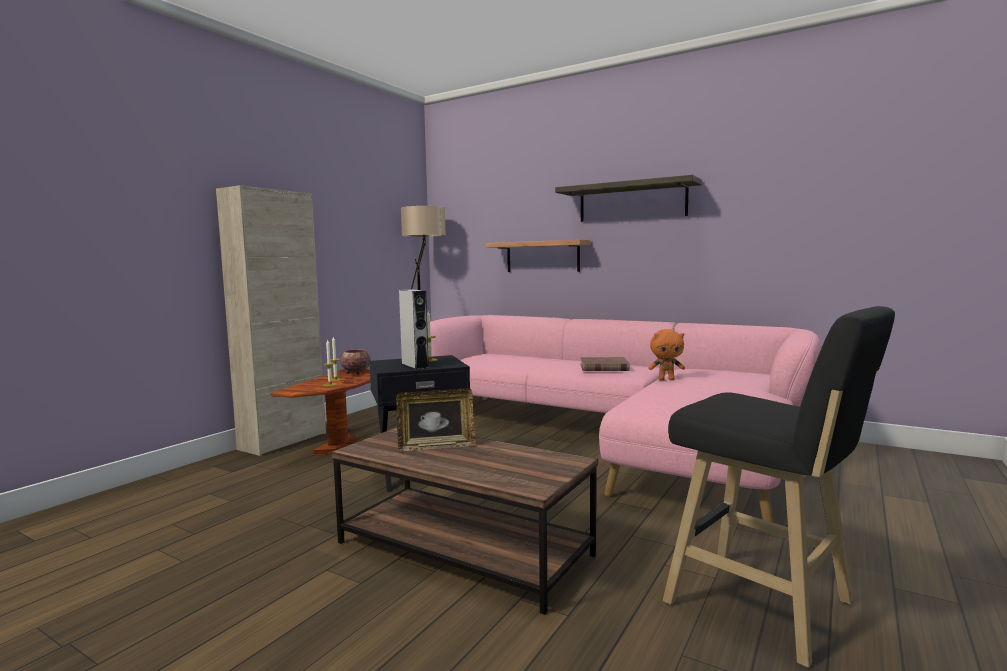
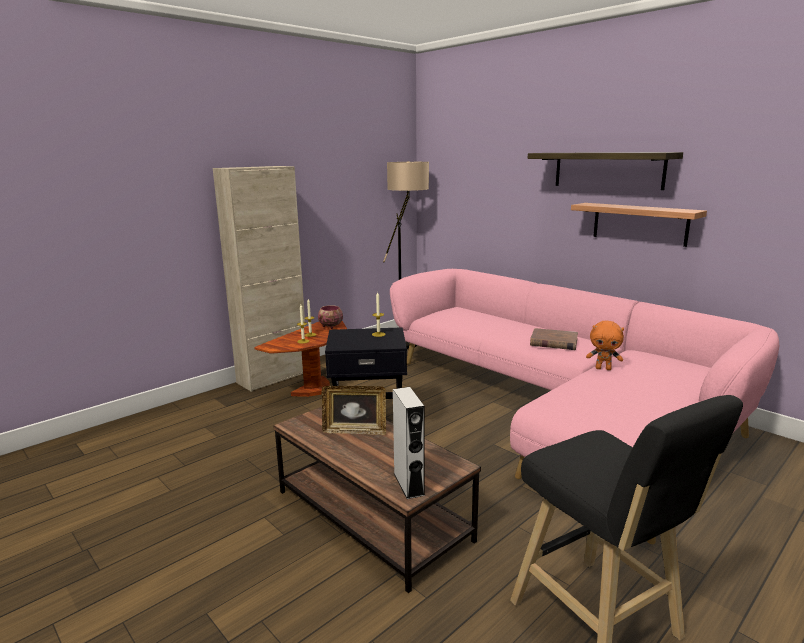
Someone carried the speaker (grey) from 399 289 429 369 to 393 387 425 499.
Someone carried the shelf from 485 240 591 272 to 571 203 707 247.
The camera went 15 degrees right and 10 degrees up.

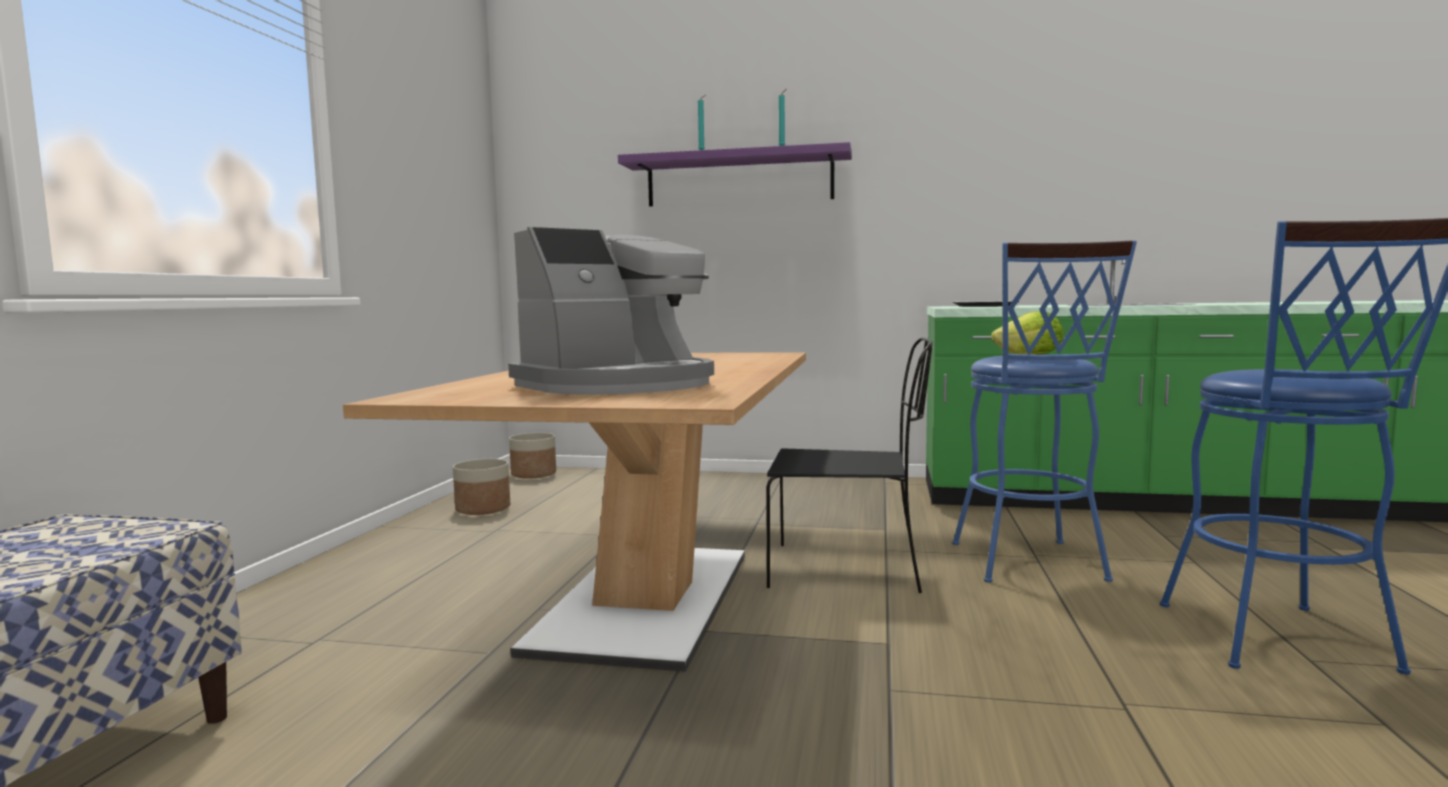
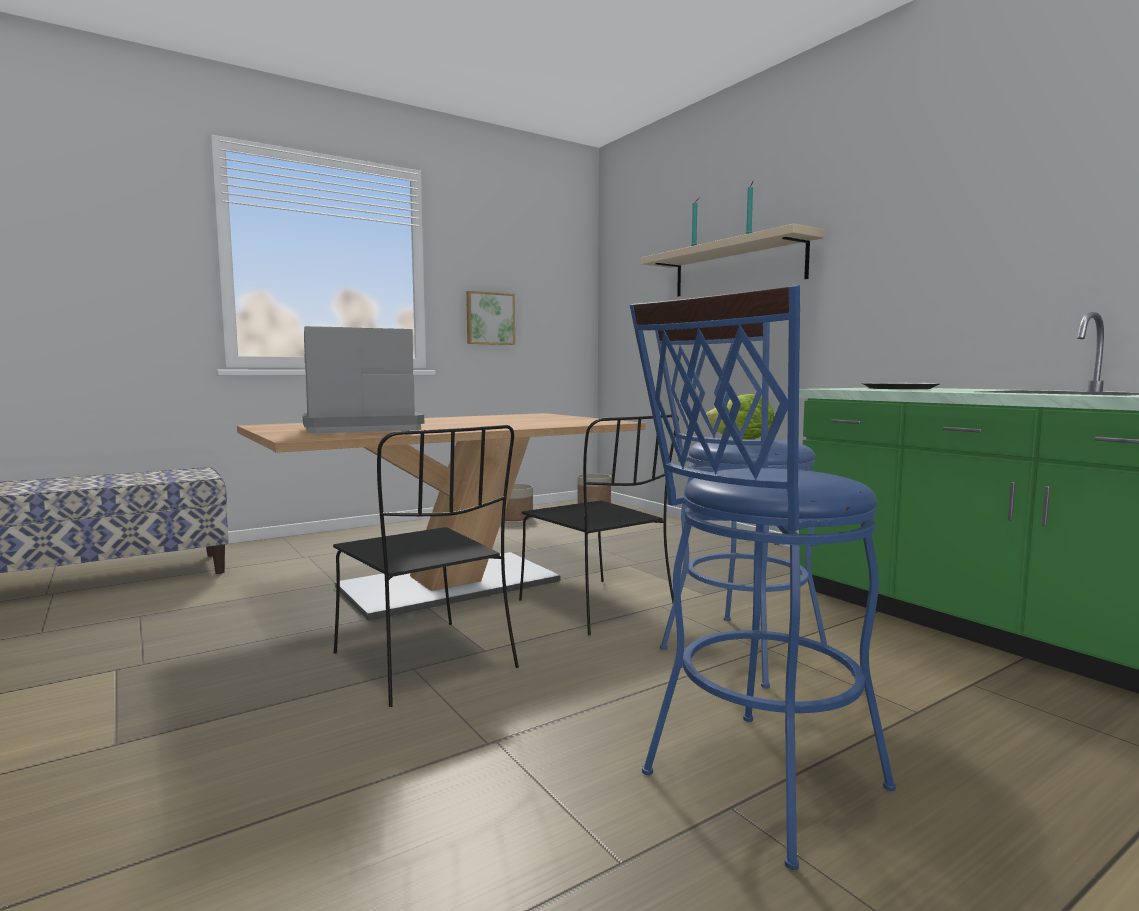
Someone rotated the coffee machine at 508 227 714 395 by 150 degrees clockwise.
Someone put down the chair (black) at 333 425 519 707.
Someone put up the picture at 466 291 515 345.
Someone repainted the shelf (purple) at 618 142 852 207, which became the shelf (beige) at 641 224 825 297.
The camera went 45 degrees right and 0 degrees up.

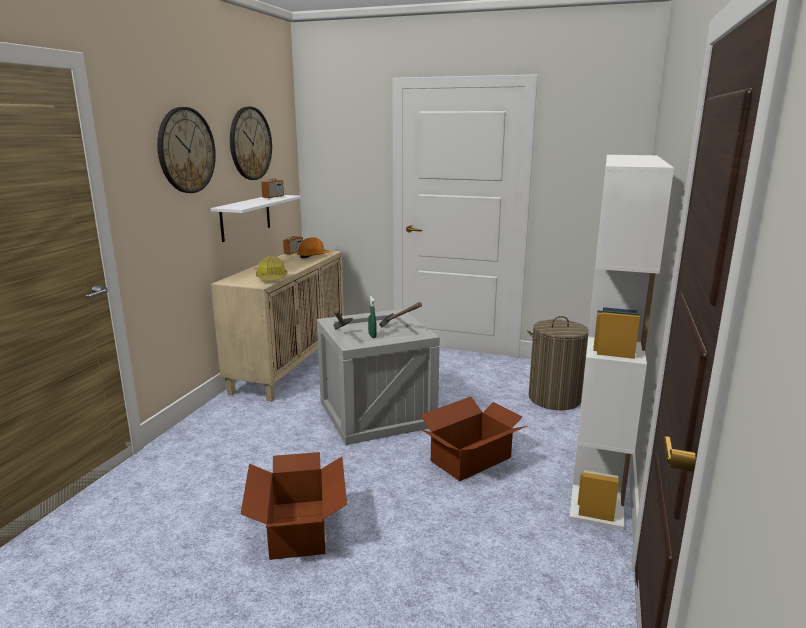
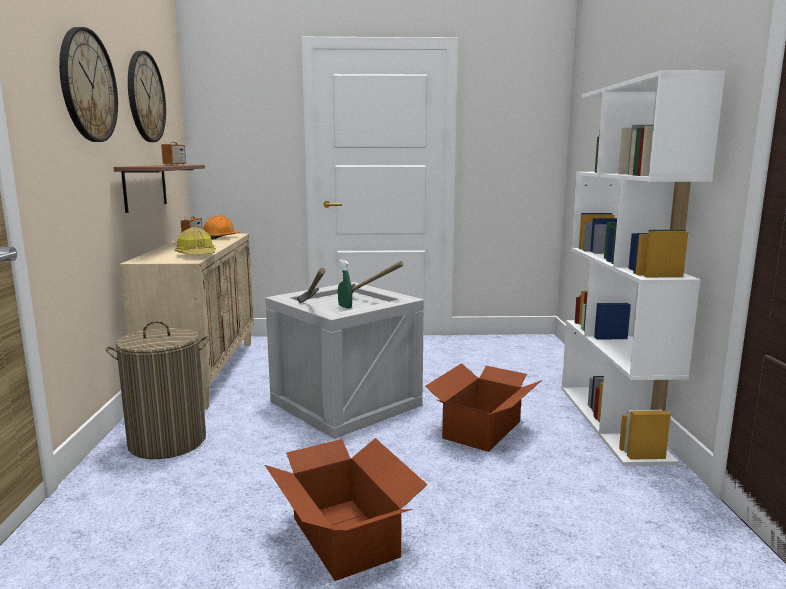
Someone carried the laundry basket from 527 316 589 410 to 106 321 209 459.
Someone repainted the shelf (white) at 211 195 301 242, which became the shelf (brown) at 114 165 205 213.
The camera went 20 degrees left and 5 degrees down.

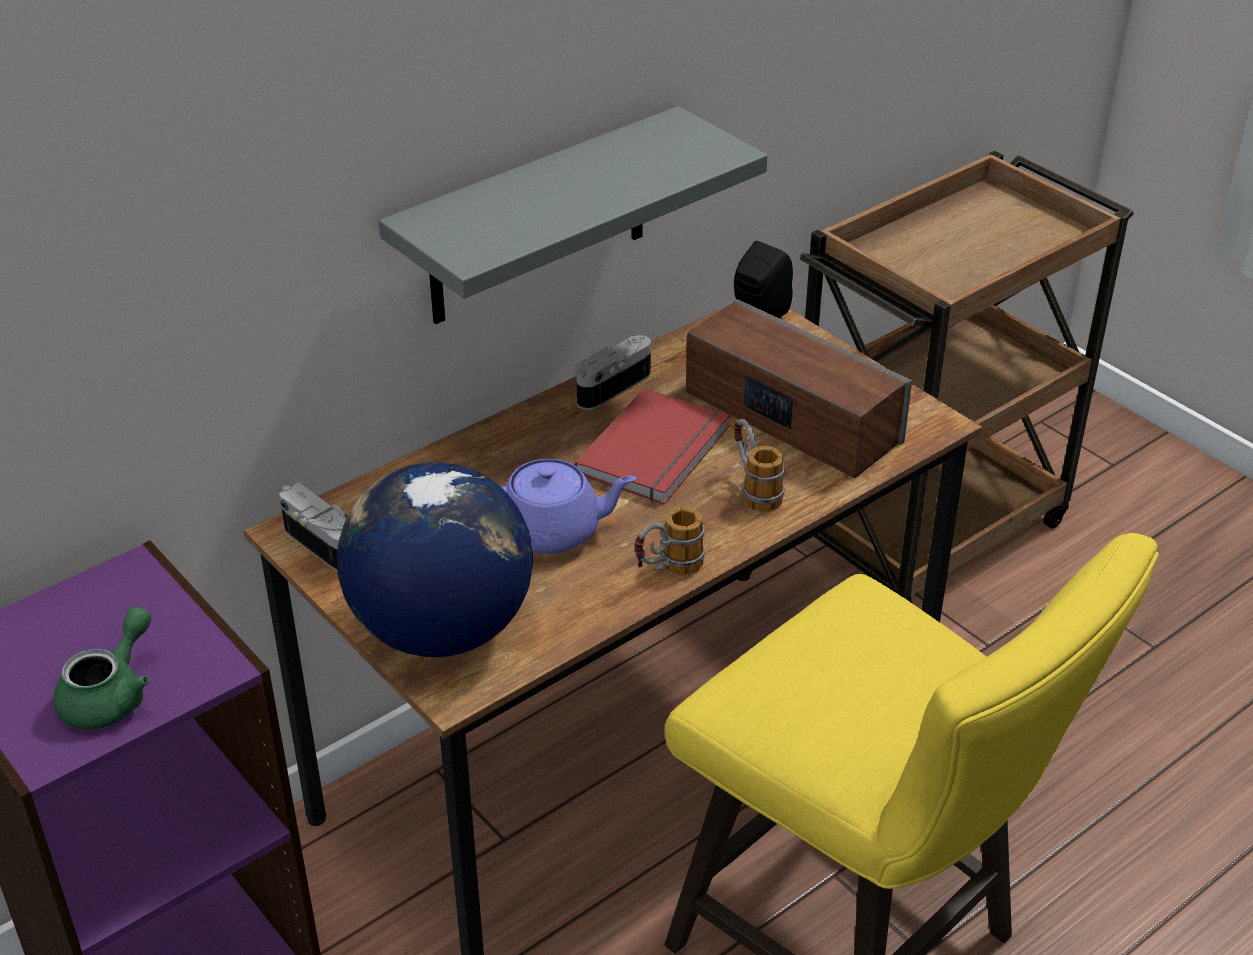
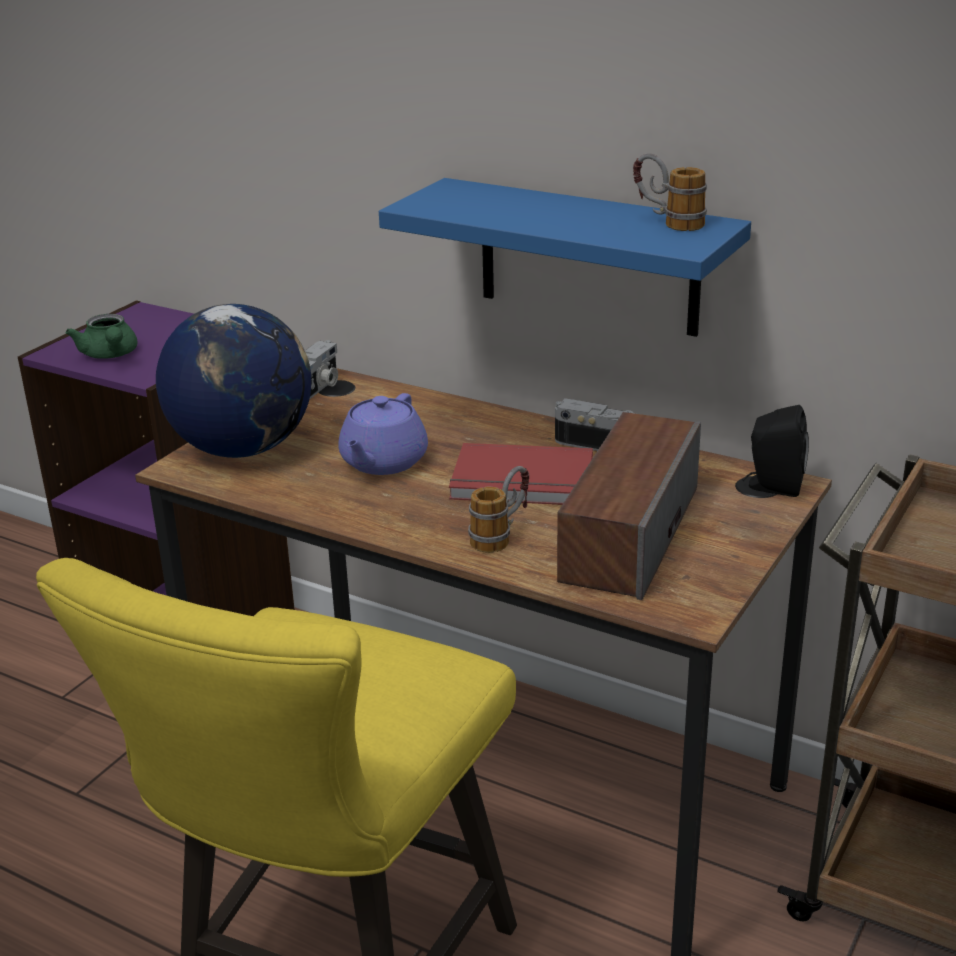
Someone rotated the teapot (green) at 53 607 151 729 by 60 degrees clockwise.
Someone rotated the teapot (purple) at 502 459 637 554 by 45 degrees clockwise.
Someone repainted the shelf (grey) at 379 106 768 324, which became the shelf (blue) at 379 178 751 337.
Someone carried the mug from 635 507 705 576 to 633 153 707 231.
The camera went 70 degrees right and 10 degrees down.

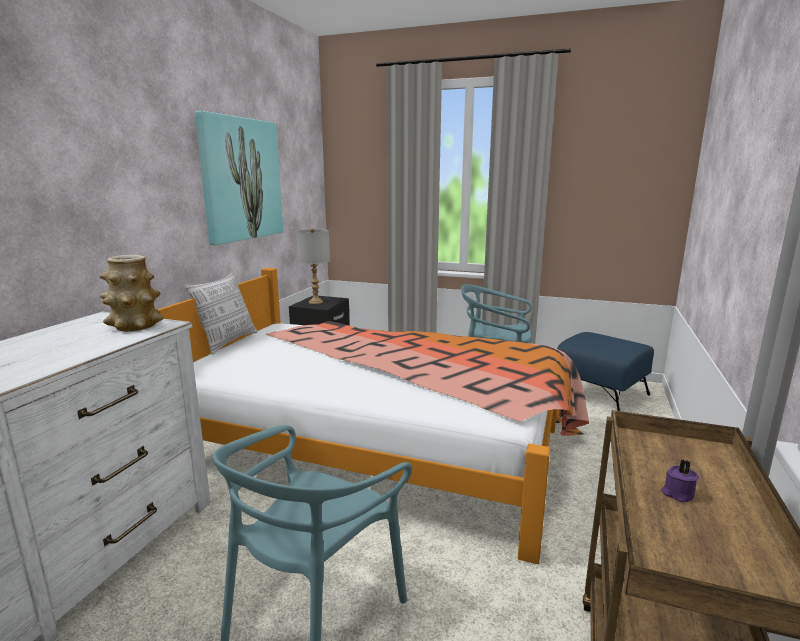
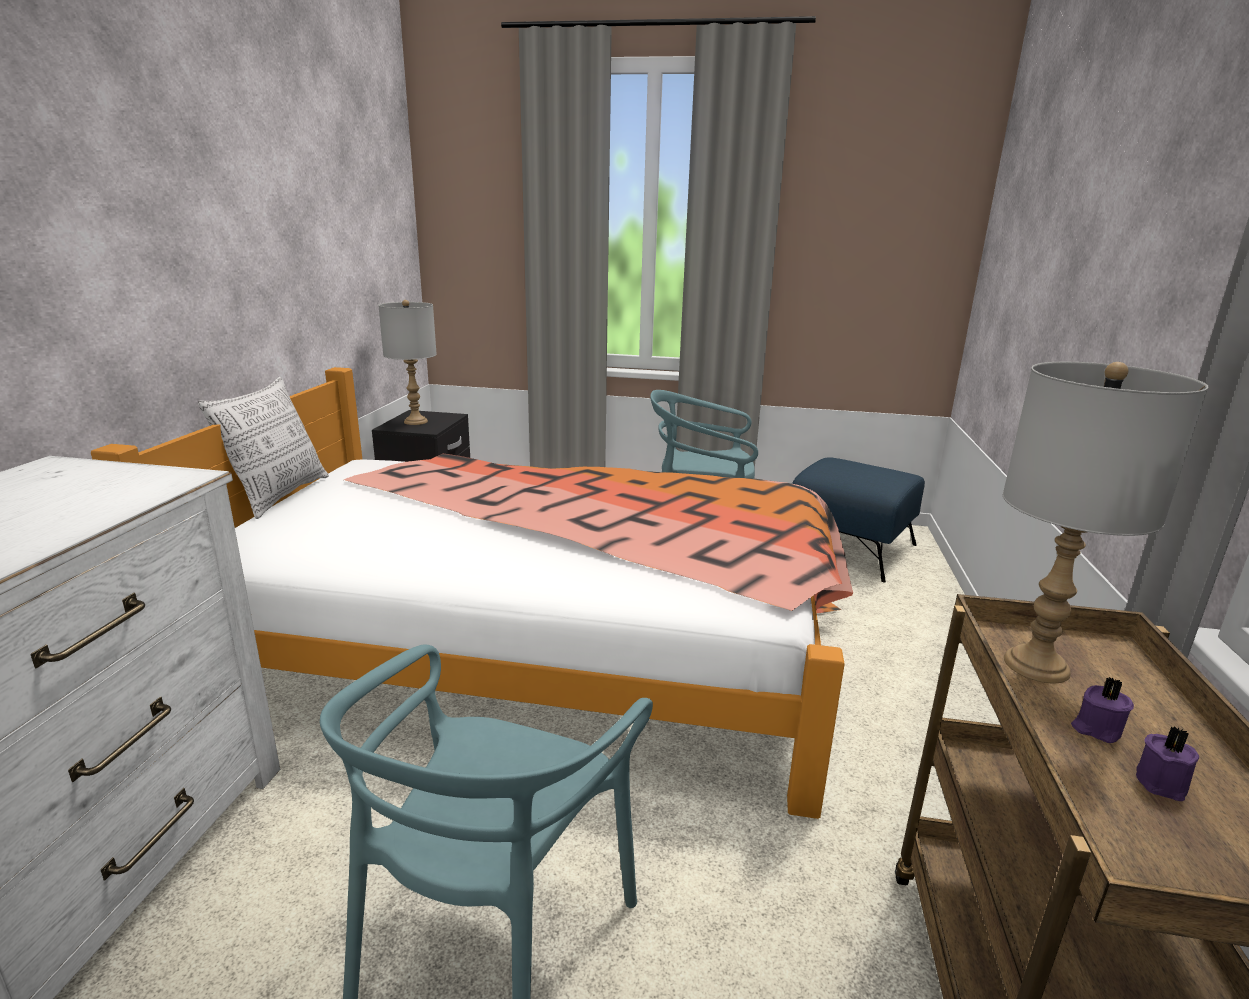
Someone put down the table lamp (grey) at 1003 362 1208 683.
Someone put down the candle (purple) at 1136 726 1199 801.
Someone took away the vase at 100 255 164 331.
Someone took away the picture at 195 111 283 245.
The camera went 10 degrees left and 5 degrees up.

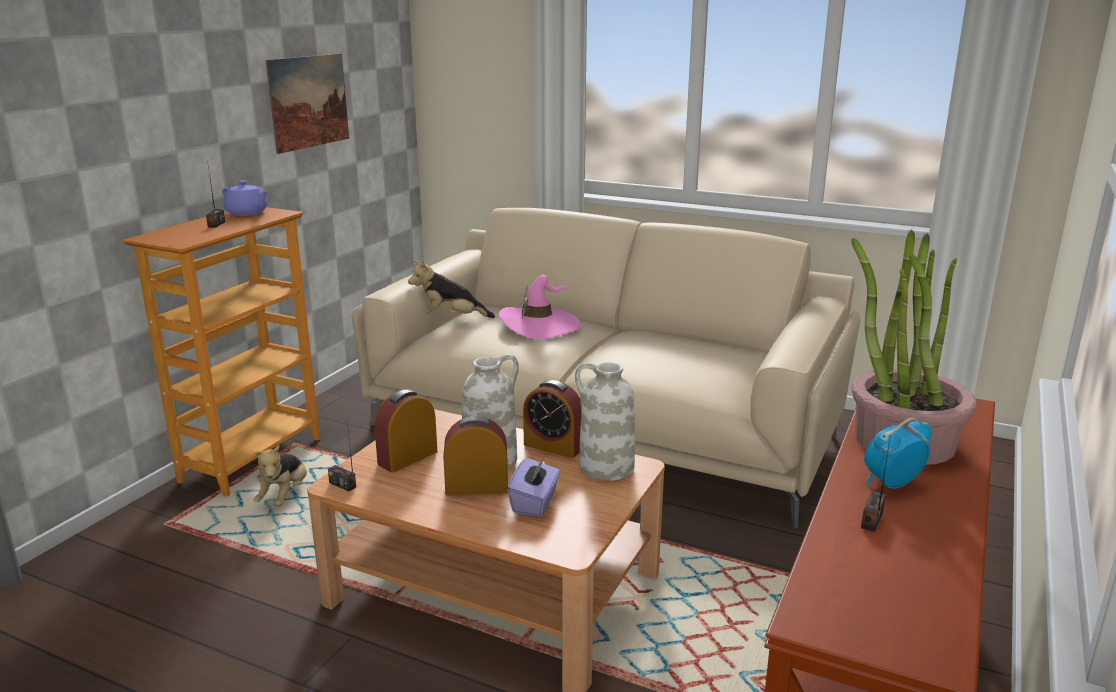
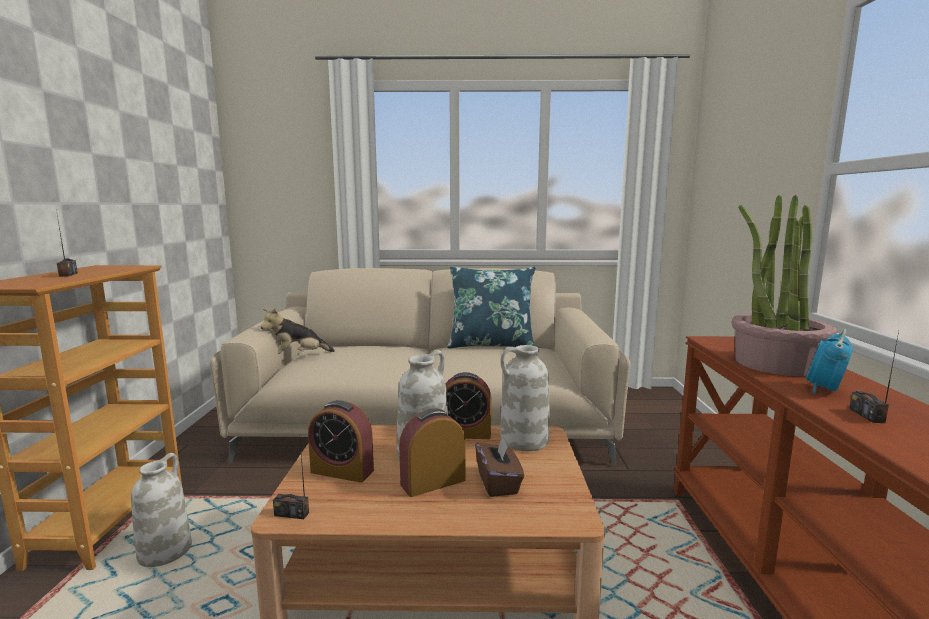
Someone swapped the plush toy at 253 445 307 506 for the vase (white) at 131 453 192 567.
Someone rotated the alarm clock at 374 390 437 473 by 90 degrees counterclockwise.
Someone put down the pillow (blue) at 447 266 535 348.
Someone repainted the tissue box (purple) at 508 457 560 517, which became the tissue box (brown) at 475 436 524 497.
Someone took away the teapot (purple) at 222 180 268 216.
Someone took away the picture at 265 53 349 154.
Someone took away the hat (pink) at 499 275 581 340.
The camera went 25 degrees left and 10 degrees down.

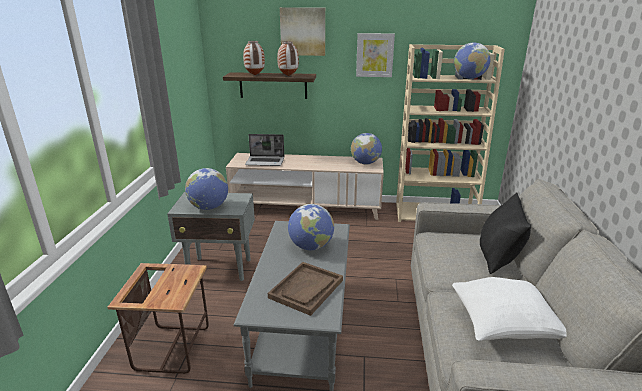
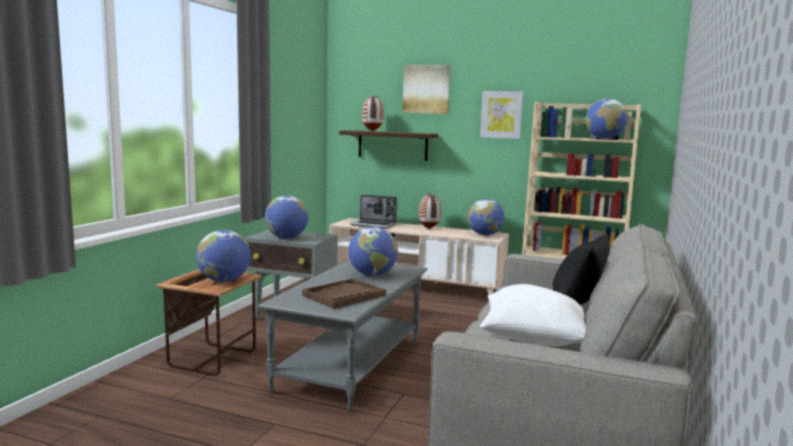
Someone put down the globe at 196 230 250 282.
Someone carried the vase from 277 41 299 76 to 419 194 441 229.
The camera went 15 degrees right and 15 degrees down.

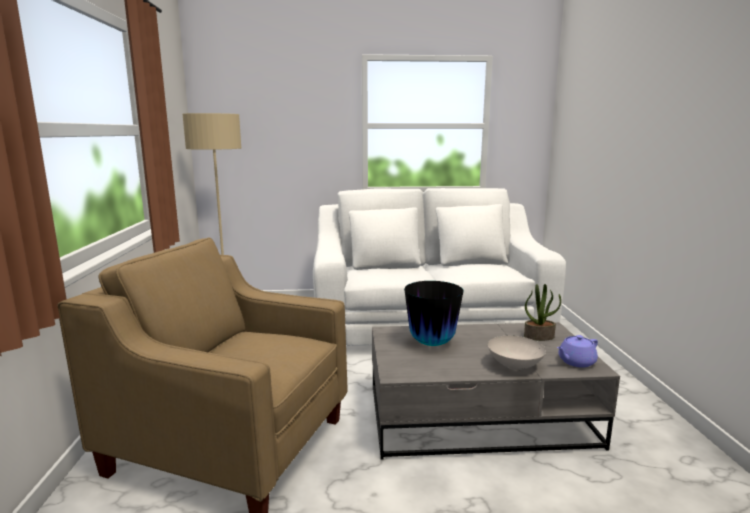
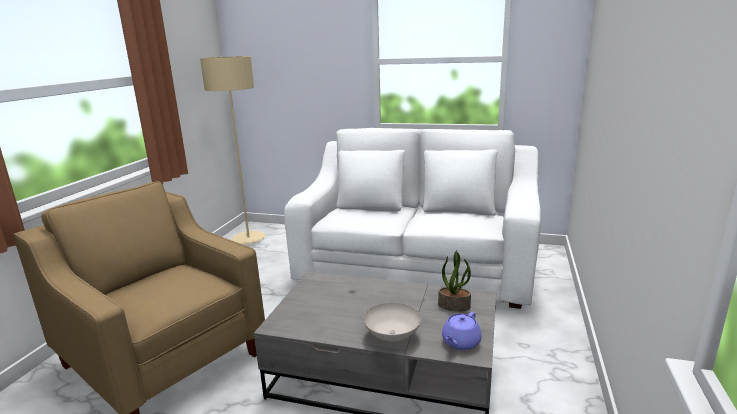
Someone rotated the teapot (purple) at 557 335 598 368 by 45 degrees counterclockwise.
Someone took away the vase at 404 281 463 346.
The camera went 20 degrees right and 5 degrees up.

